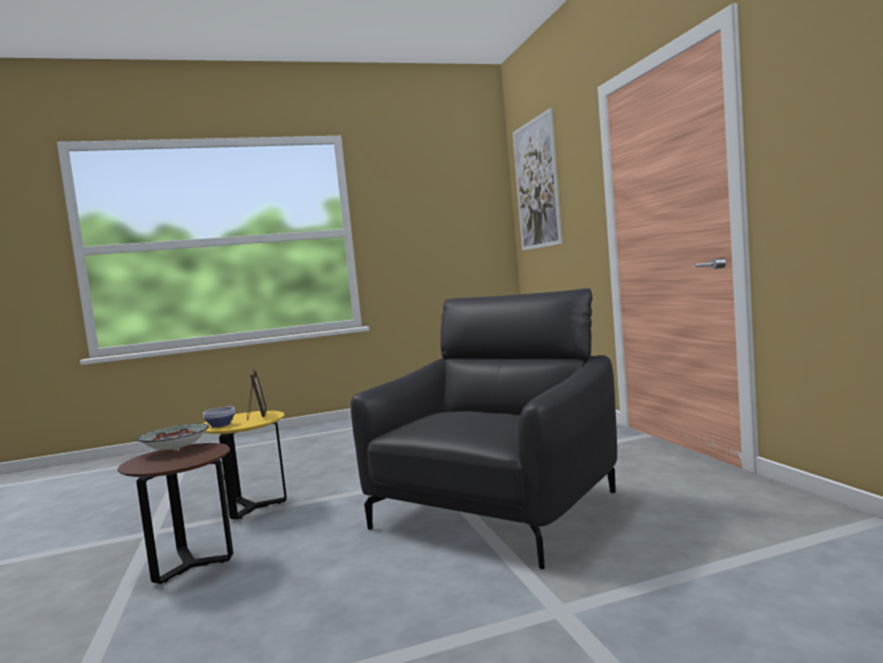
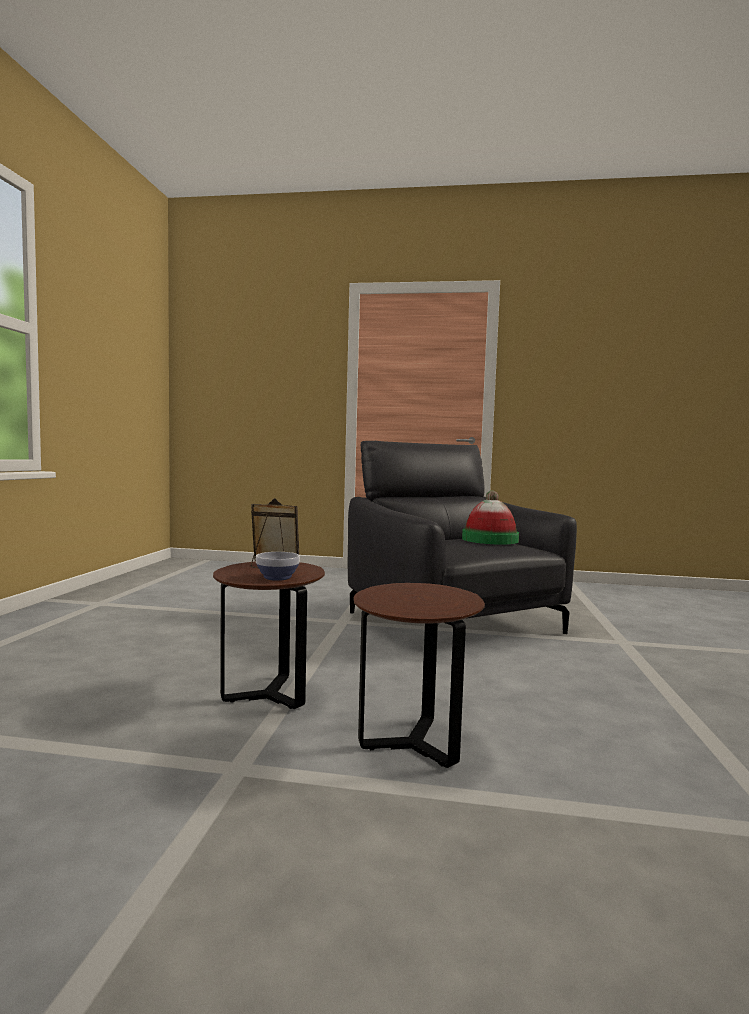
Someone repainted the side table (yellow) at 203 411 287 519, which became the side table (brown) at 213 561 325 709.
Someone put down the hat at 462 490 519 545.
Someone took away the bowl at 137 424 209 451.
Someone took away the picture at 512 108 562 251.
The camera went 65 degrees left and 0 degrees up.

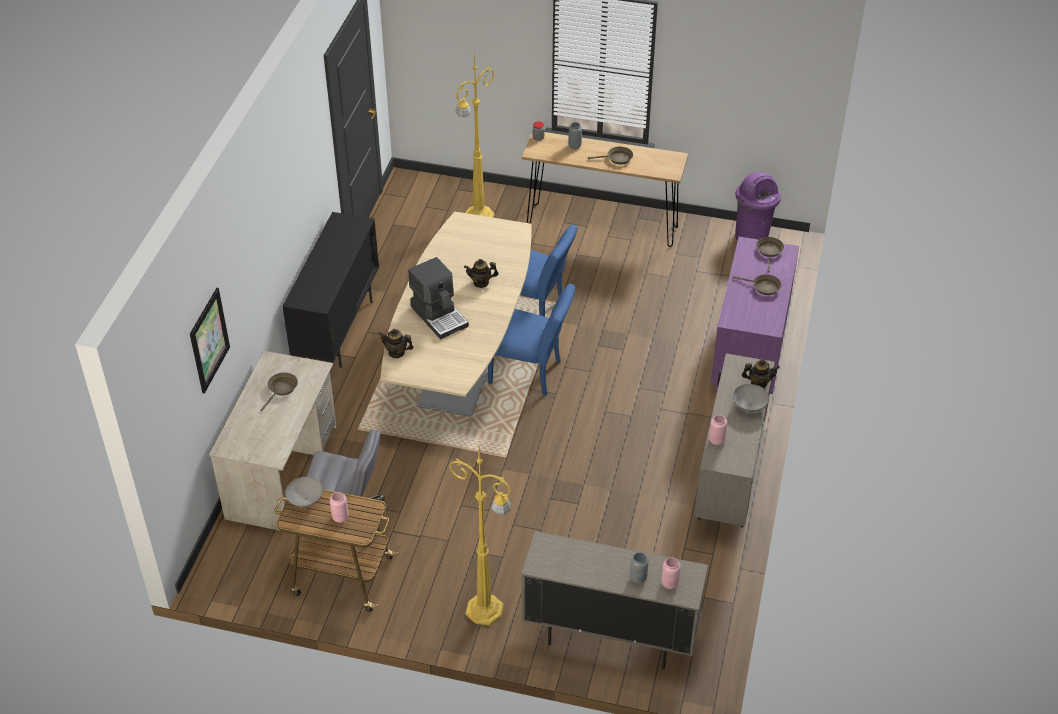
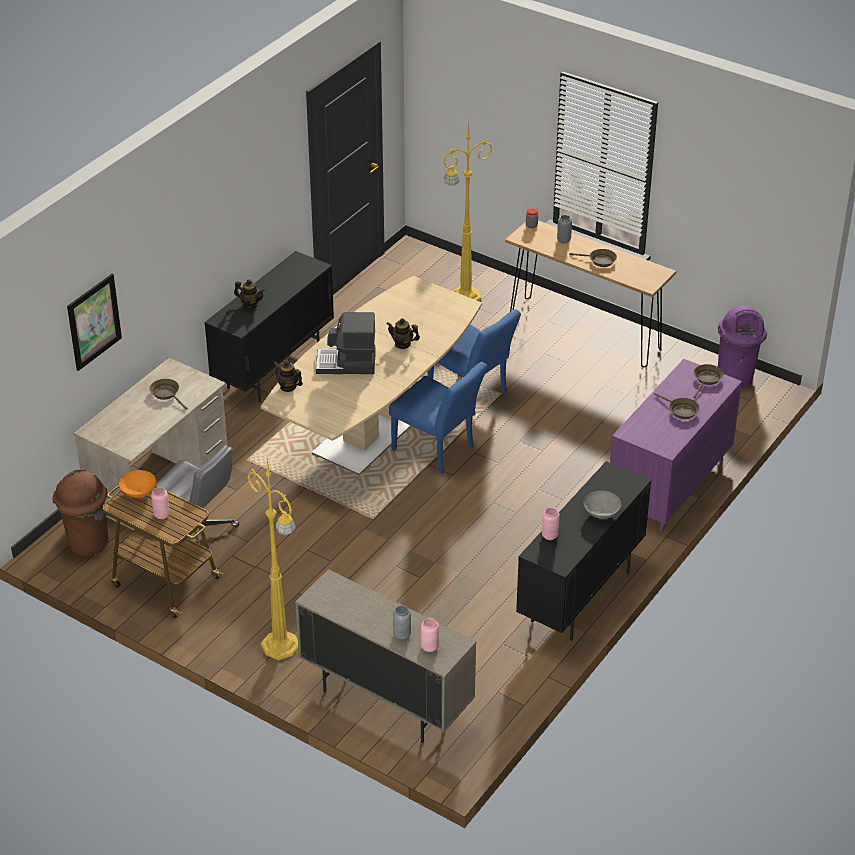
Someone put down the trash can (brown) at 53 469 109 556.
Someone repainted the bowl (grey) at 285 477 323 507, which became the bowl (orange) at 119 470 156 497.
Someone rotated the frying pan (brown) at 260 372 298 411 by 90 degrees counterclockwise.
Someone carried the teapot from 742 359 780 388 to 234 279 265 309.
Someone rotated the coffee machine at 408 257 469 340 by 105 degrees clockwise.
Someone repainted the cabinet (beige) at 694 353 775 528, which became the cabinet (black) at 516 461 651 641.
The camera went 20 degrees right and 5 degrees down.

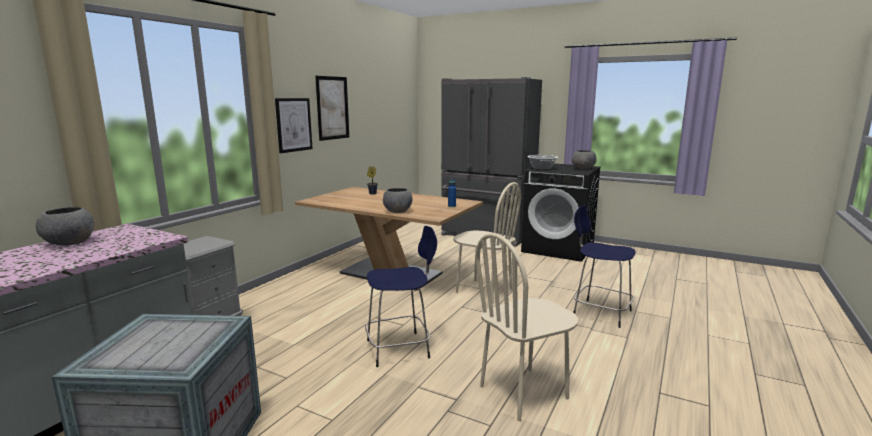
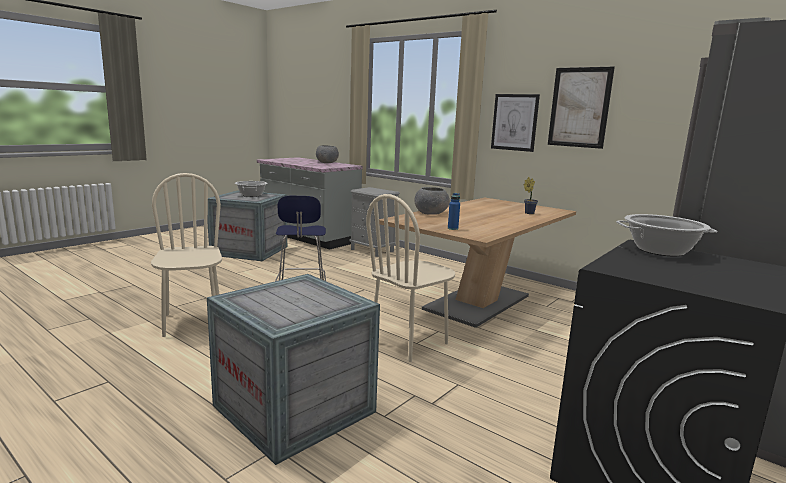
Someone swapped the stool (blue) at 573 206 636 328 for the crate at 207 274 380 465.
Someone put down the cooking pot at 235 181 268 197.
Someone took away the bowl (grey) at 572 150 597 169.
The camera went 100 degrees right and 0 degrees up.

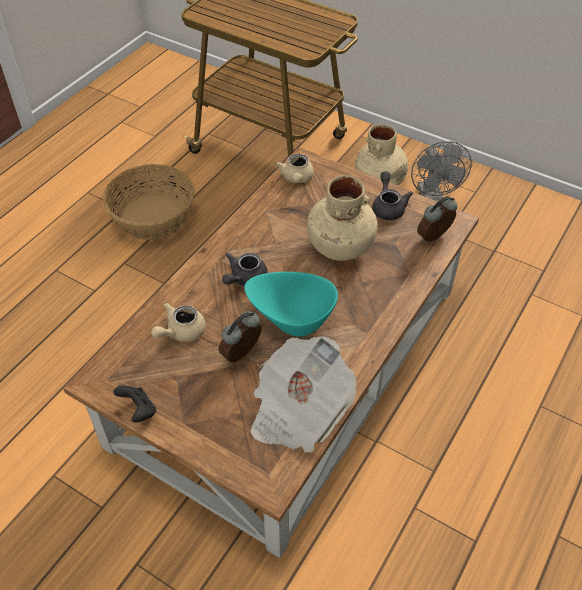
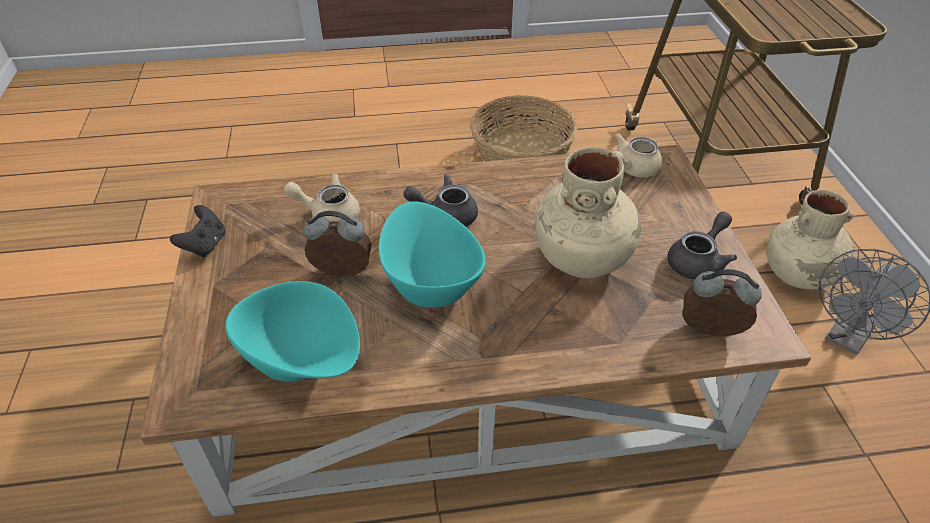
Someone swapped the newspaper at 251 336 356 453 for the bowl (turquoise) at 225 281 360 382.
The camera went 50 degrees right and 5 degrees down.

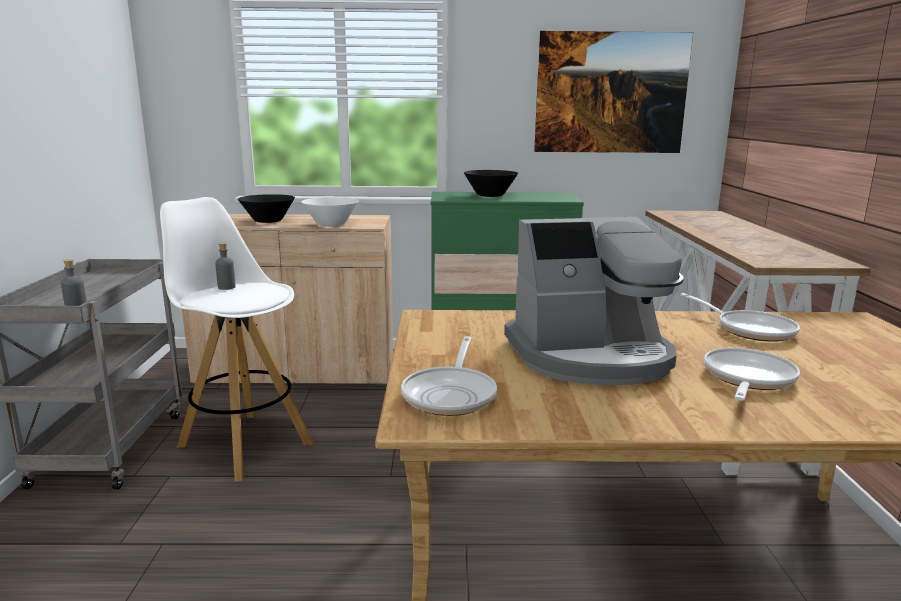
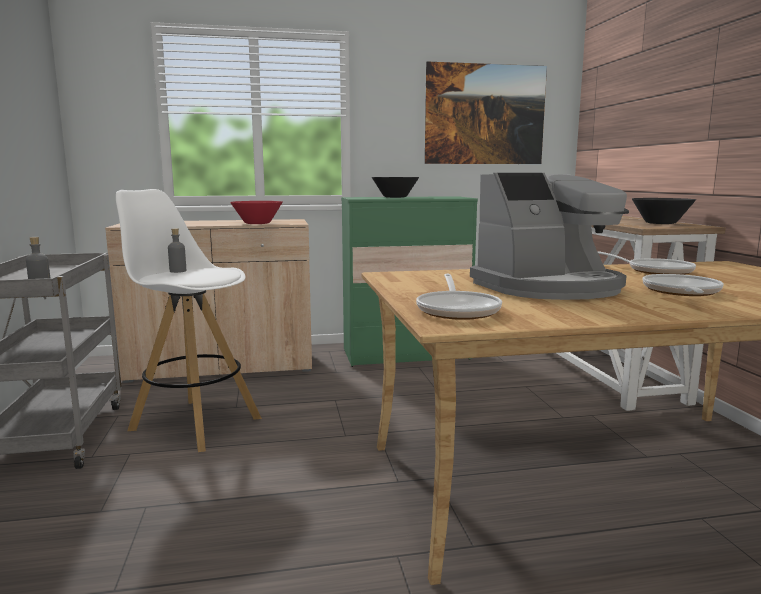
Someone repainted the bowl (white) at 301 197 359 226, which became the bowl (red) at 230 201 283 224.
Someone carried the bowl (black) from 238 194 295 223 to 632 198 696 224.
The camera went 10 degrees left and 5 degrees down.

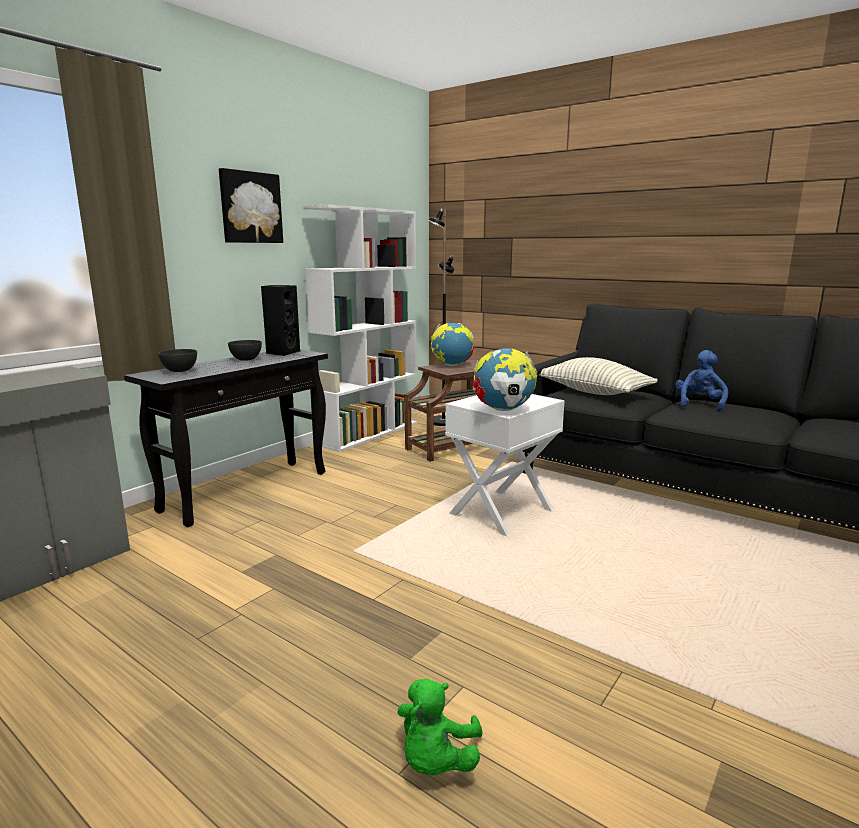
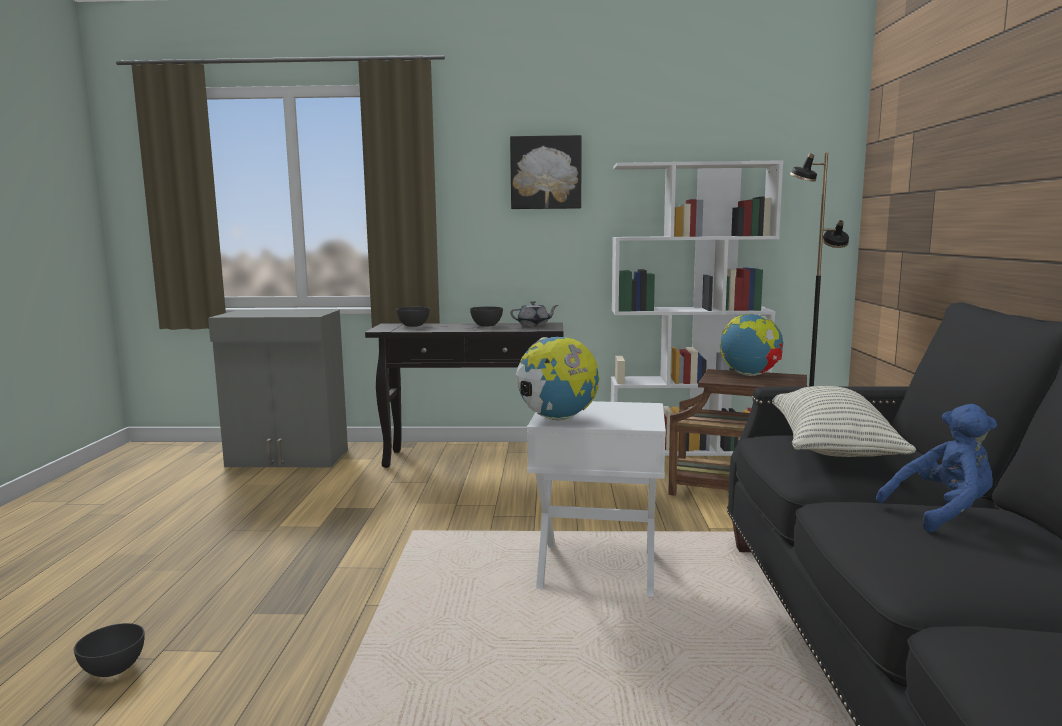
Someone swapped the plush toy (green) at 397 679 483 775 for the bowl (grey) at 74 623 145 677.
Someone swapped the speaker (black) at 261 285 300 356 for the teapot (grey) at 510 301 558 326.
The camera went 55 degrees right and 5 degrees down.

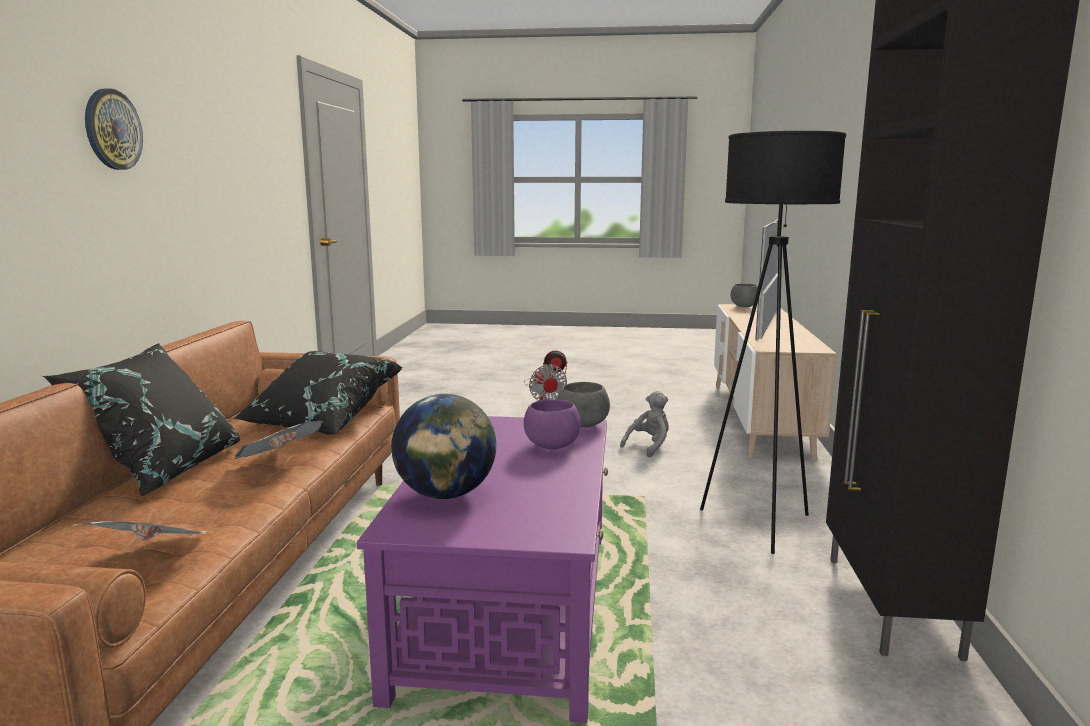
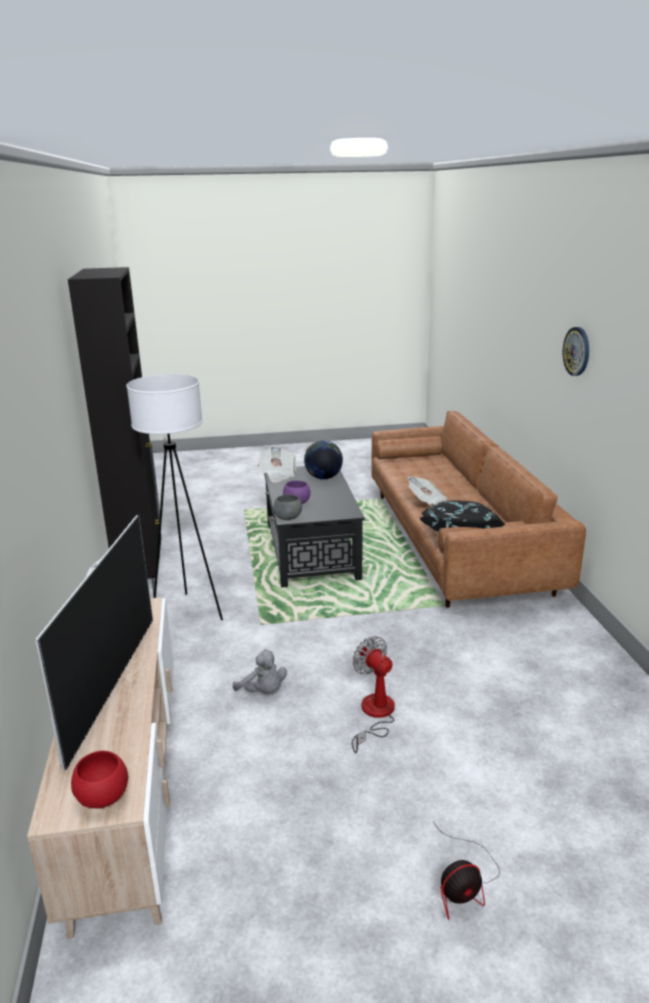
Someone repainted the bowl (grey) at 731 284 758 307, which became the bowl (red) at 71 751 128 808.
Someone repainted the floor lamp (black) at 700 131 846 554, which became the floor lamp (white) at 126 374 223 620.
Someone rotated the plush toy (grey) at 620 391 669 457 by 75 degrees counterclockwise.
Someone carried the newspaper from 73 521 207 541 to 258 446 296 483.
Someone repainted the coffee table (purple) at 356 416 608 723, which became the coffee table (black) at 264 466 365 588.
Someone took away the pillow (black) at 43 343 241 496.
The camera went 165 degrees right and 10 degrees up.

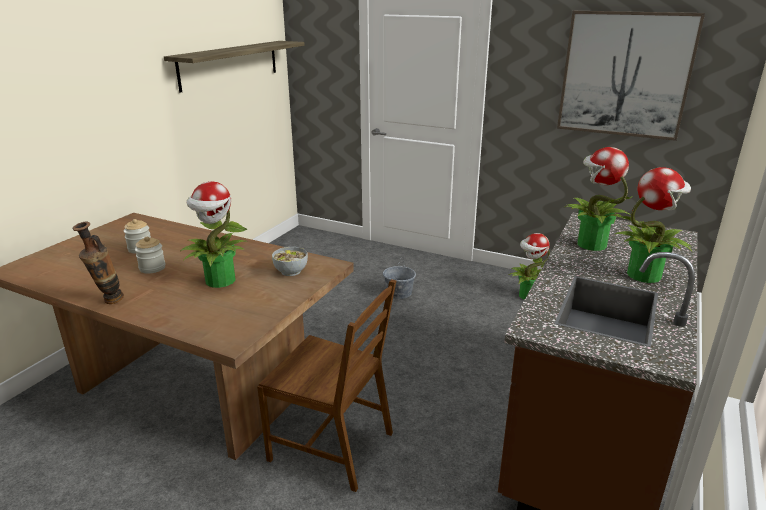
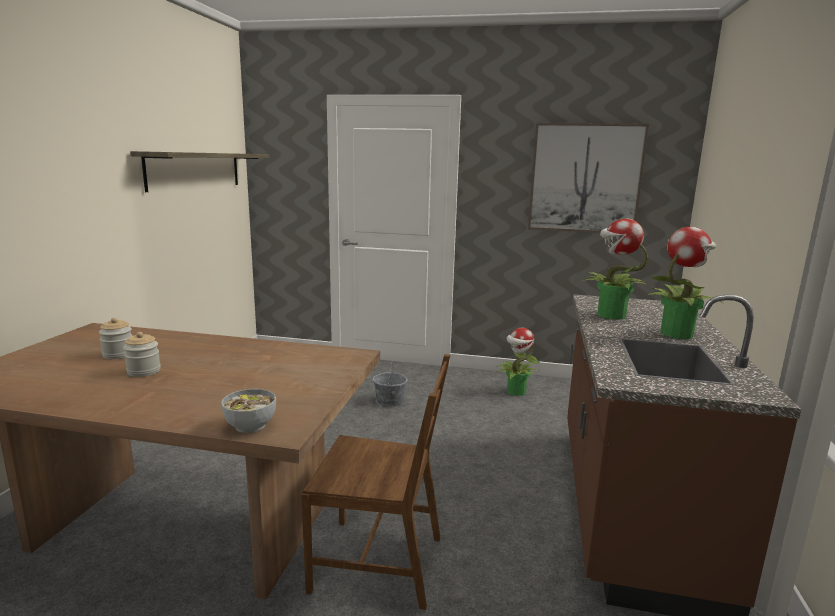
Someone carried the bowl from 272 247 308 276 to 221 389 276 433.
Someone took away the vase at 72 221 124 304.
Someone took away the potted plant at 181 181 248 288.
The camera went 15 degrees left and 10 degrees down.

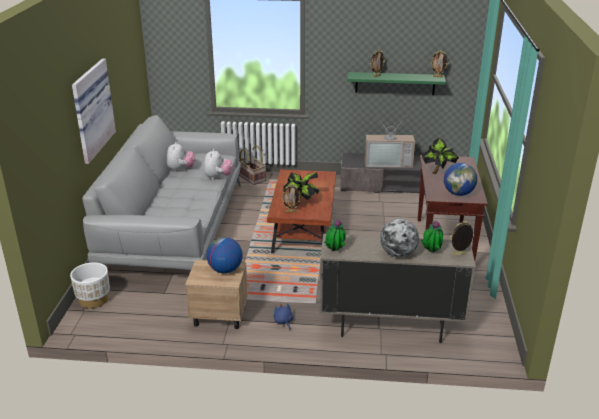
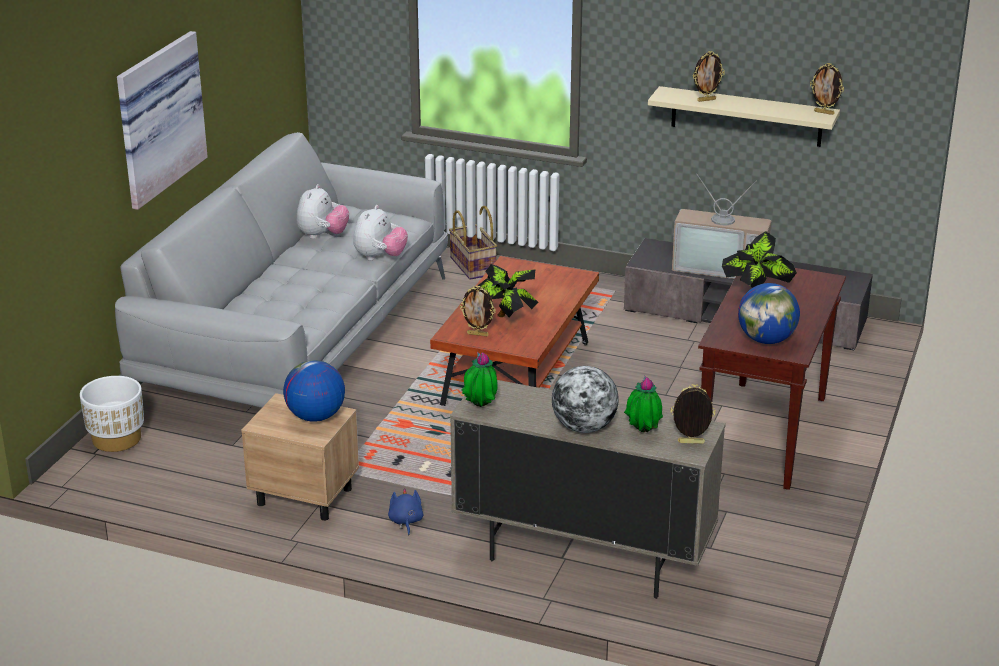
Someone repainted the shelf (green) at 347 72 446 95, which became the shelf (beige) at 648 86 840 147.
The camera went 15 degrees right and 0 degrees up.

